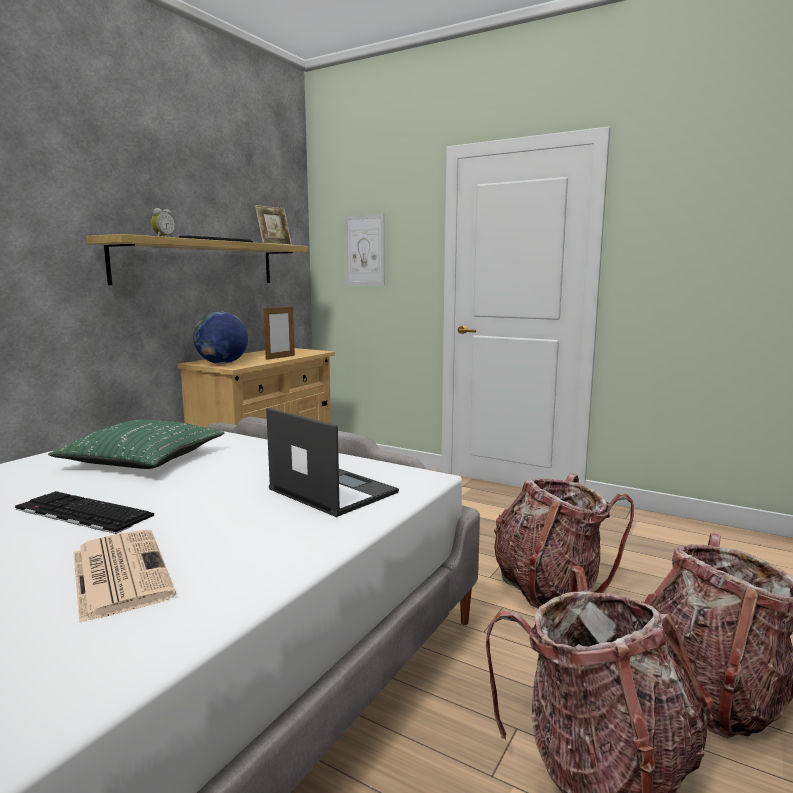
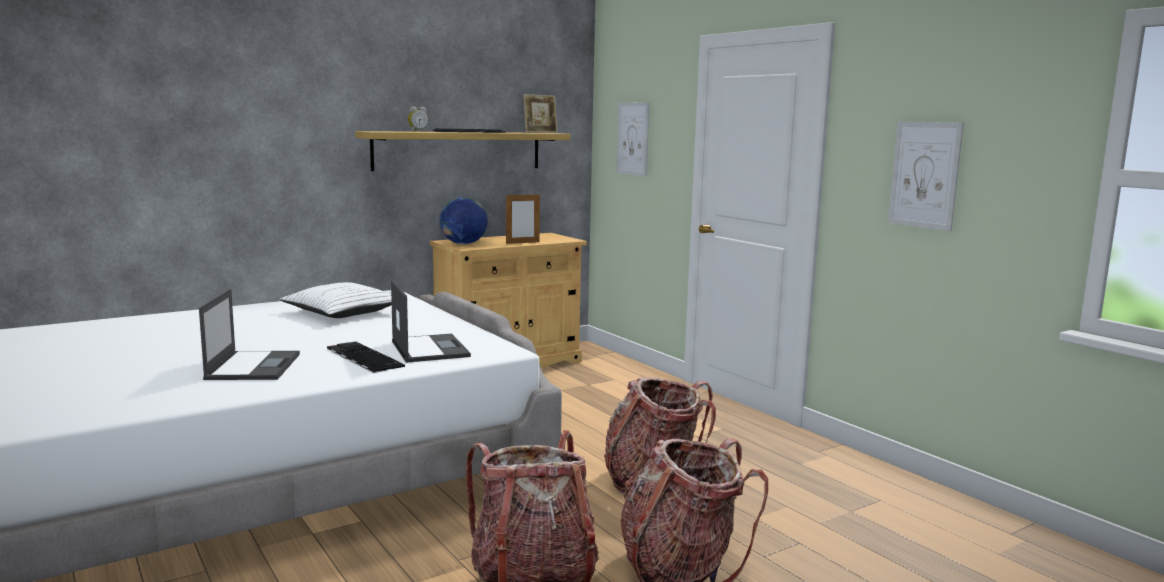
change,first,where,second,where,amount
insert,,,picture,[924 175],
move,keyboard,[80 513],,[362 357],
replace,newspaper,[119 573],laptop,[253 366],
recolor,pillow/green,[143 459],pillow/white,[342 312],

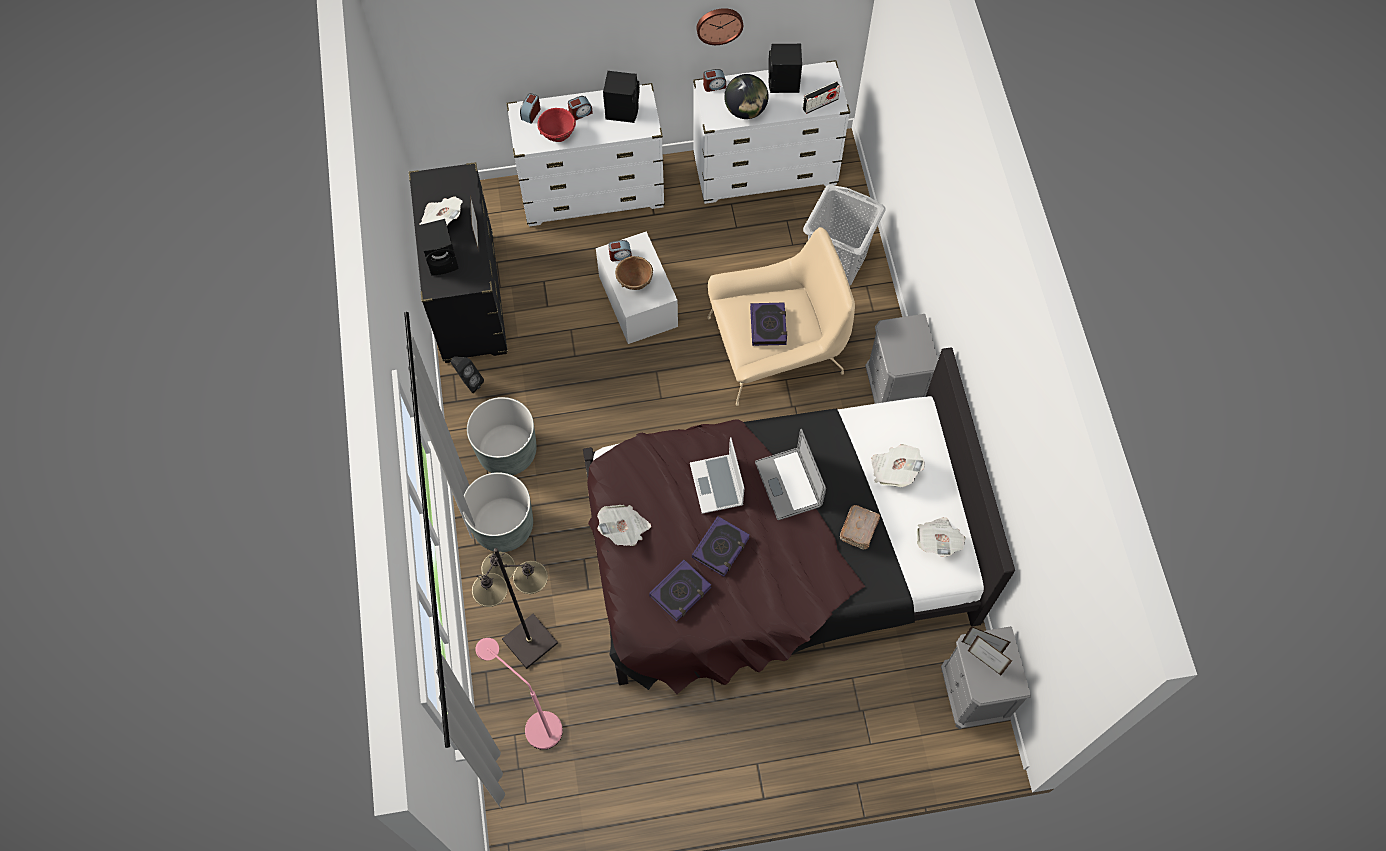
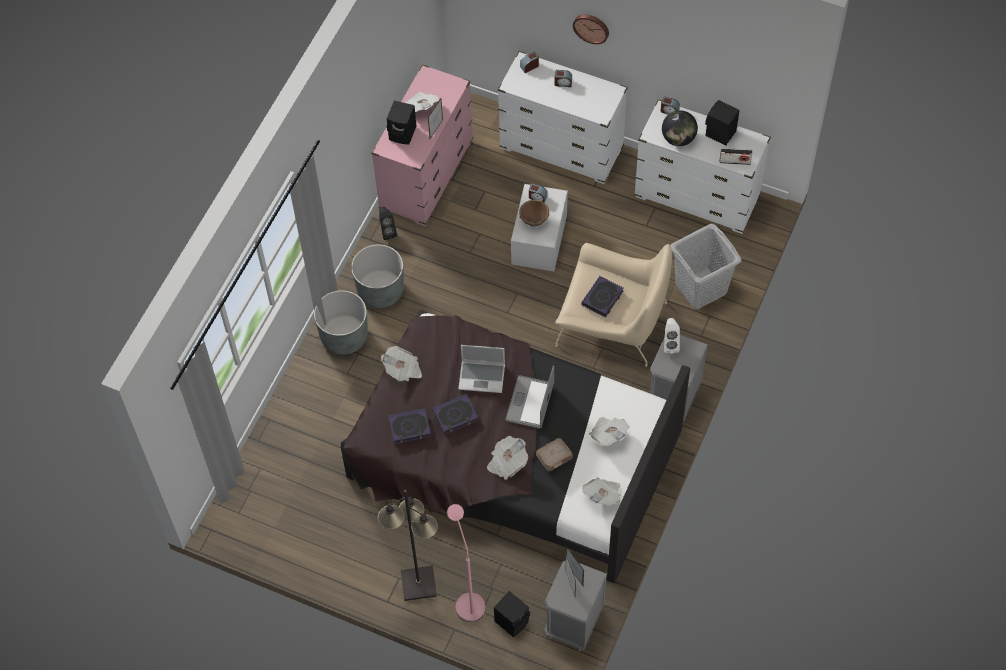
change,first,where,second,where,amount
delete,bowl/red,[557 135],,,
insert,,,newspaper,[507 462],
insert,,,speaker/white,[670 344],
move,floor lamp/black,[529 641],,[418 583],
move,floor lamp/pink,[536 724],,[468 600],
move,speaker/black,[622 109],,[512 620],
move,wall clock,[719 24],,[591 27],
recolor,dresser/black,[469 297],dresser/pink,[426 175],
rotate,laptop,[717 485],,[482 376],105 degrees counterclockwise

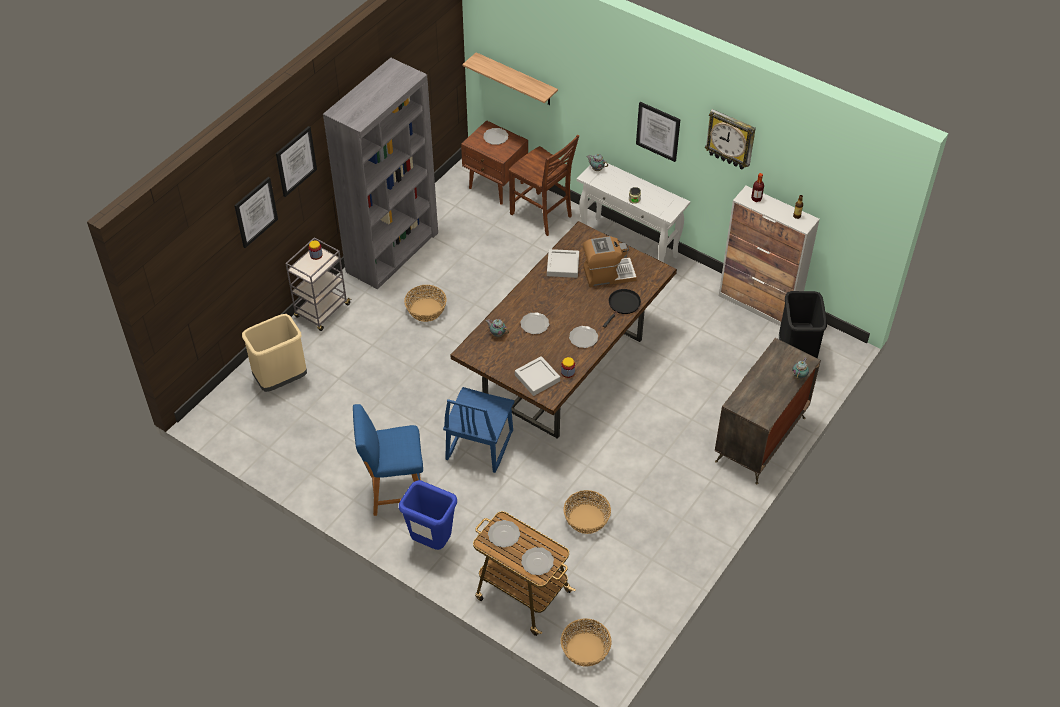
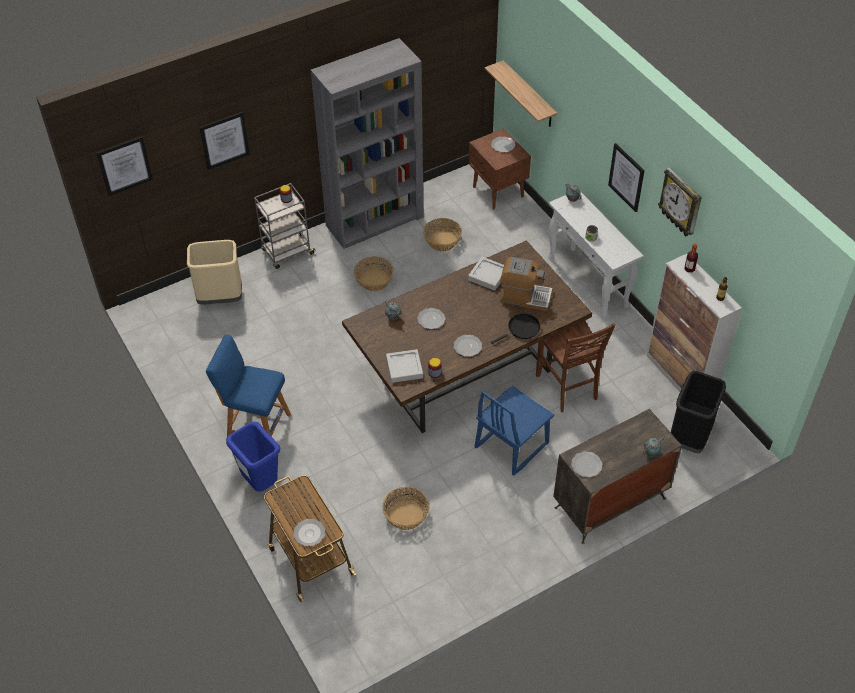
change,first,where,second,where,amount
move,picture,[295 161],,[124 165],
move,chair/blue,[478 445],,[511 445],
move,plate,[504 534],,[586 465],
move,chair/brown,[542 215],,[567 388],
move,basket,[585 649],,[442 241],

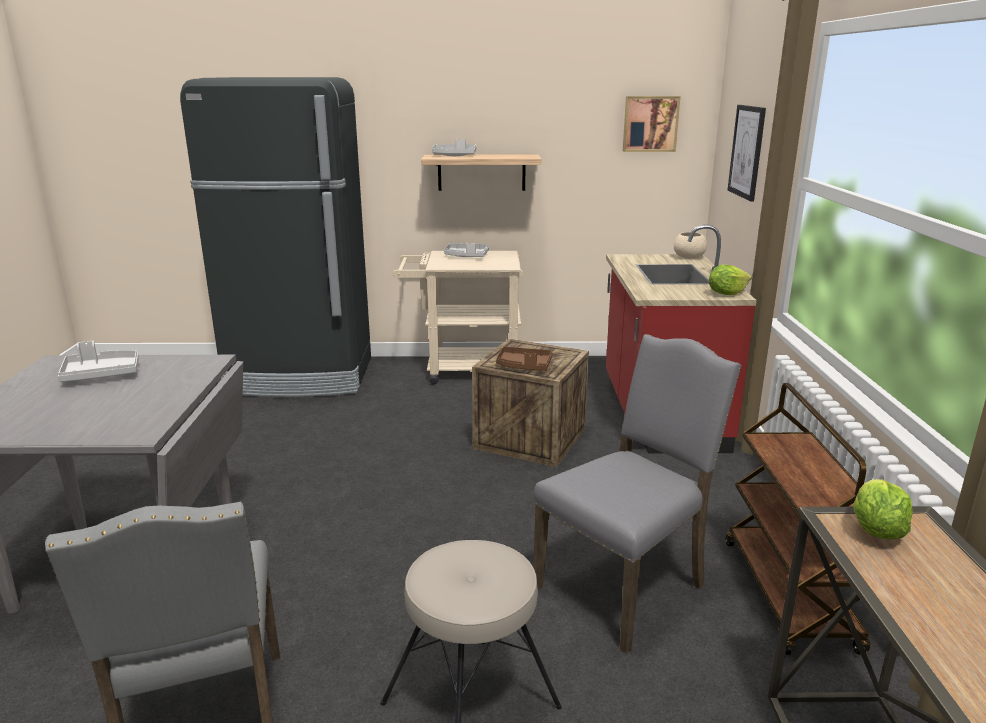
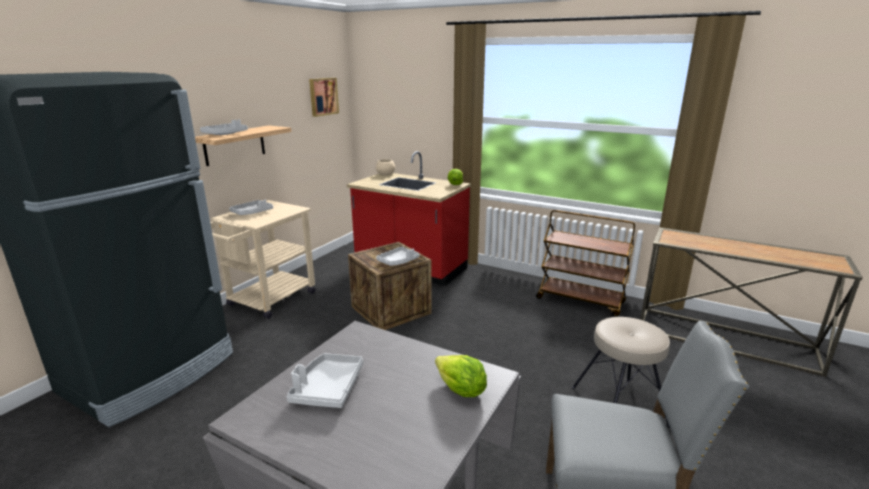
change,first,where,second,where,amount
delete,chair/grey,[625 586],,,
delete,picture,[747 151],,,
move,lettuce,[875 530],,[460 390],
recolor,tray/brown,[524 366],tray/grey,[398 261],

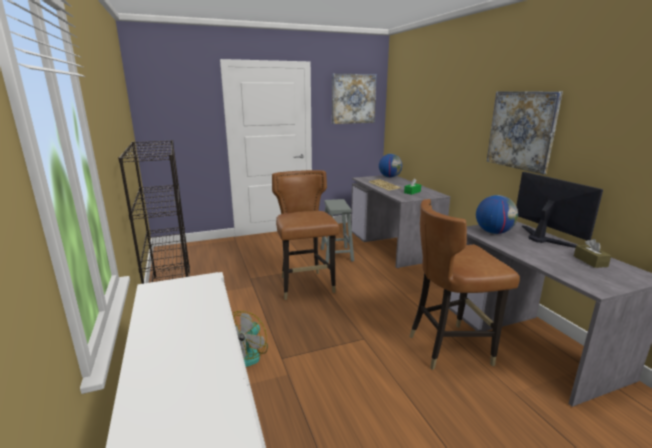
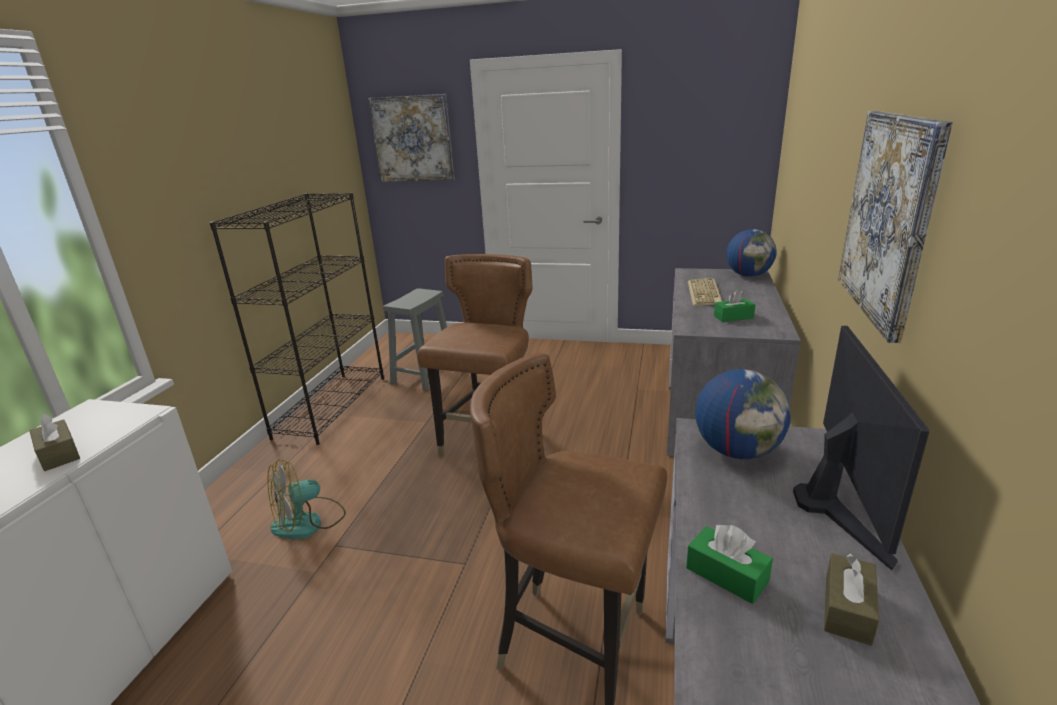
change,first,where,second,where,amount
insert,,,tissue box/brown,[59 454],
insert,,,tissue box/green,[726 575],
move,stool/grey,[336 254],,[424 374],
move,picture,[353 99],,[412 139],

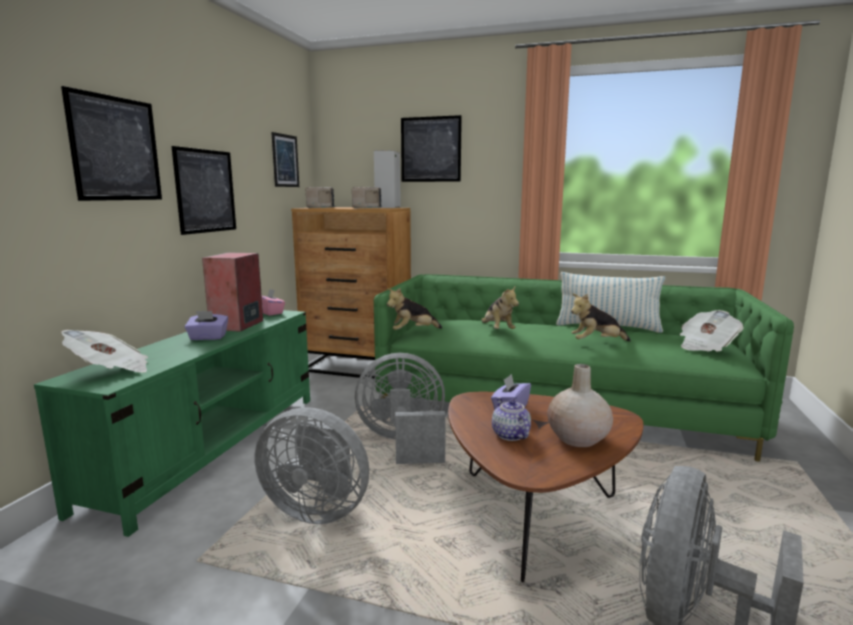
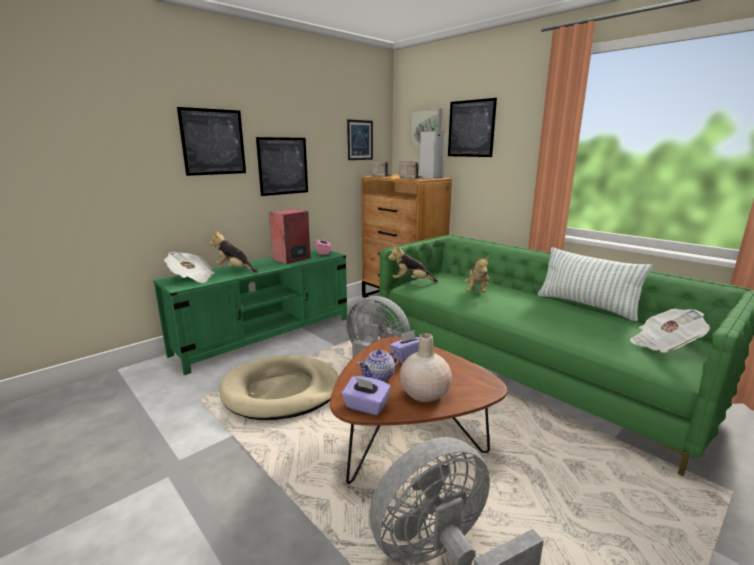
change,first,where,second,where,amount
insert,,,picture,[426 129],
move,tissue box/purple,[208 337],,[366 406],
move,plush toy,[596 343],,[234 270],
replace,fan/grey,[317 509],dog bed/beige,[281 391],
rotate,teapot,[510 435],,[379 376],135 degrees counterclockwise

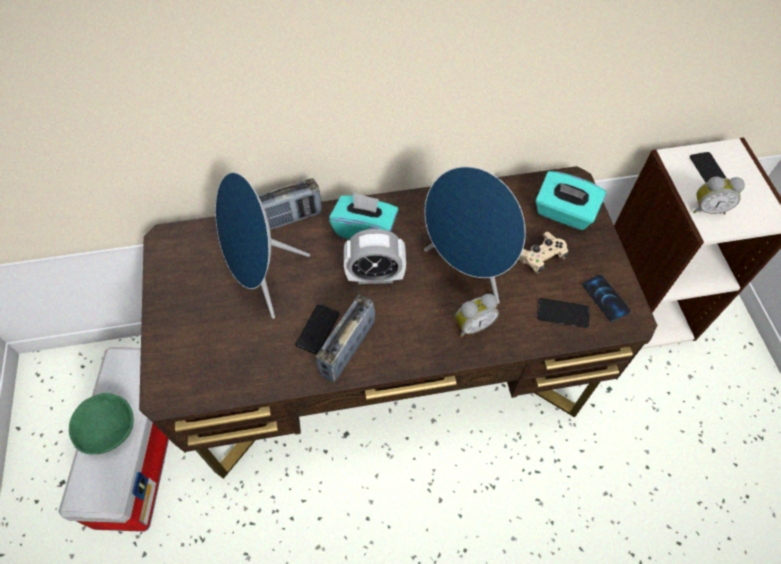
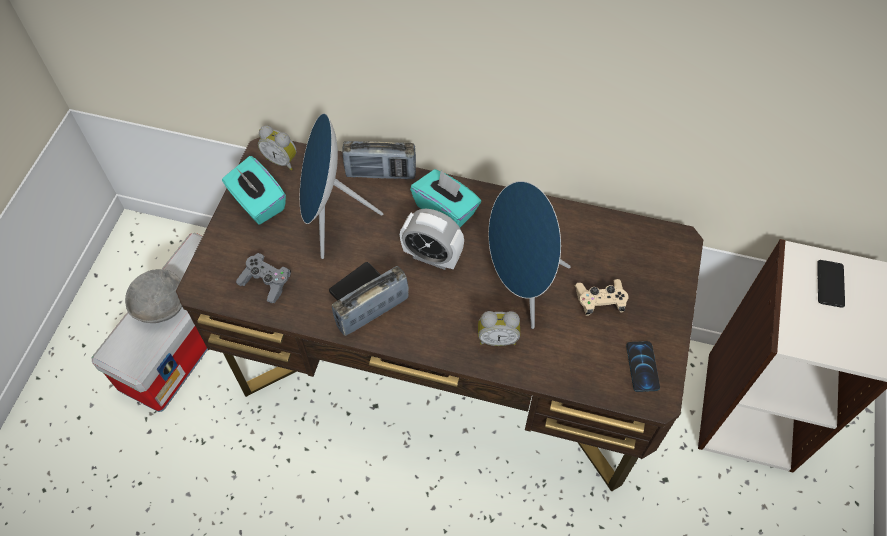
change,first,where,second,where,amount
delete,phone,[562 313],,,
insert,,,game controller/grey,[266 282],
move,tissue box/turquoise,[564 213],,[258 203],
move,alarm clock,[707 208],,[282 160],
recolor,bowl/green,[108 429],bowl/grey,[161 304],

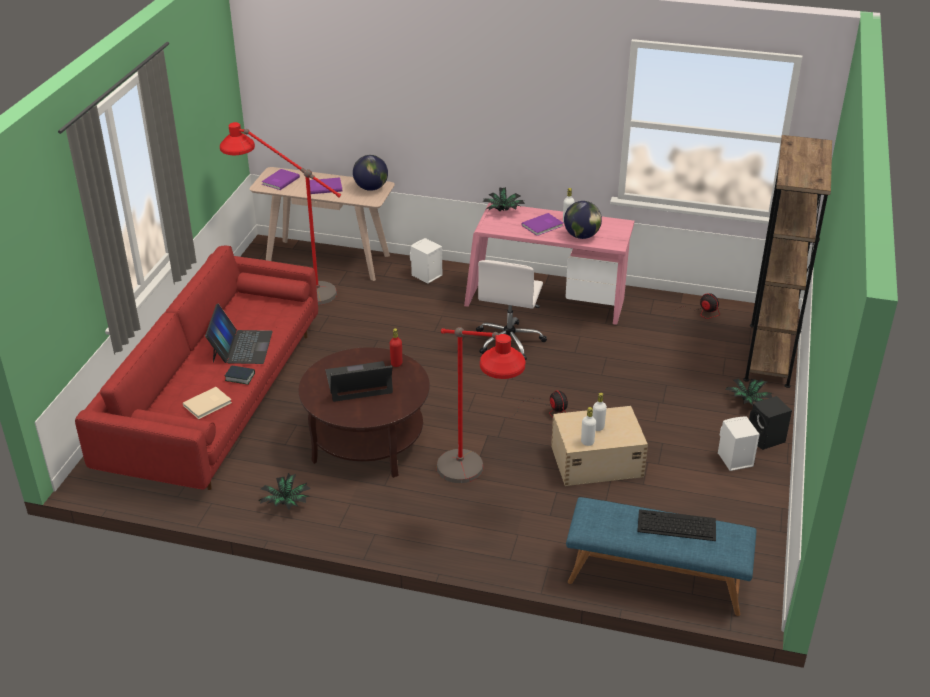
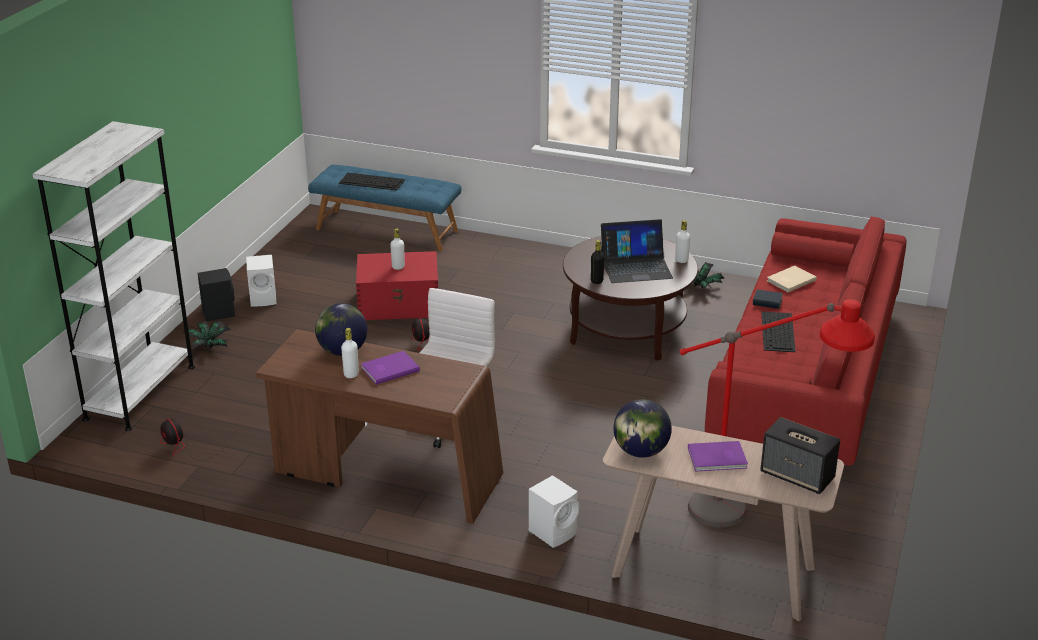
change,first,where,second,where,amount
delete,floor lamp/red,[475 487],,,
delete,potted plant,[503 211],,,
move,bottle/white,[587 442],,[681 260],
replace,laptop,[241 346],keyboard,[778 332],
replace,book/purple,[279 180],speaker,[798 476],
recolor,bottle/red,[396 363],bottle/black,[597 281],
recolor,desk/pink,[546 302],desk/brown,[385 477],
recolor,storage box/beige,[595 461],storage box/red,[399 303],
recolor,bookcase/brown,[769 355],bookcase/white,[140 392],

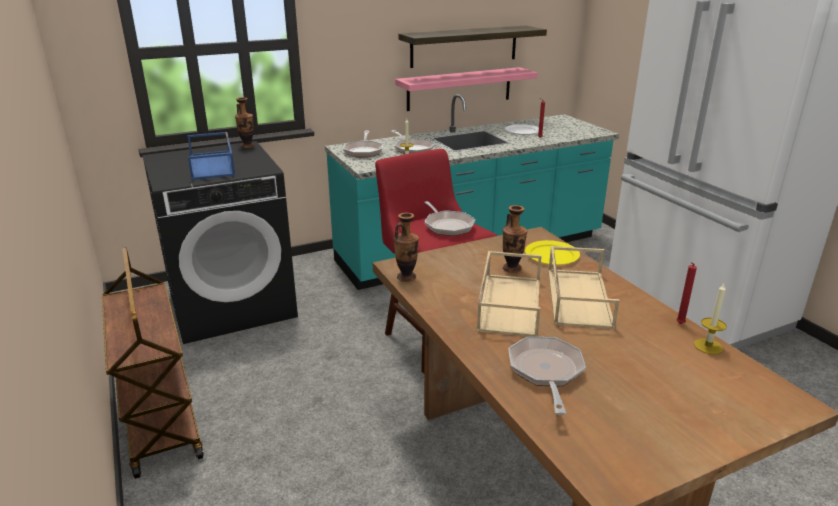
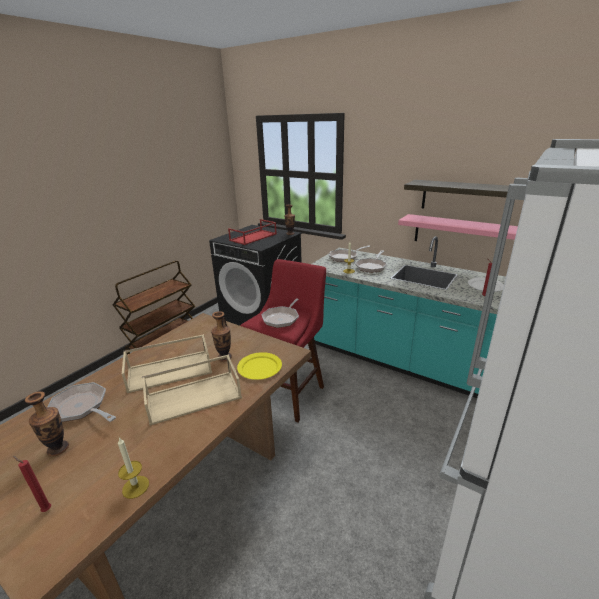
change,first,where,second,where,amount
move,vase,[406 277],,[58 449],
move,candle/red,[679 324],,[46 509],
recolor,tray/blue,[213 165],tray/red,[253 237],
rotate,frying pan,[546 372],,[82 408],120 degrees counterclockwise

